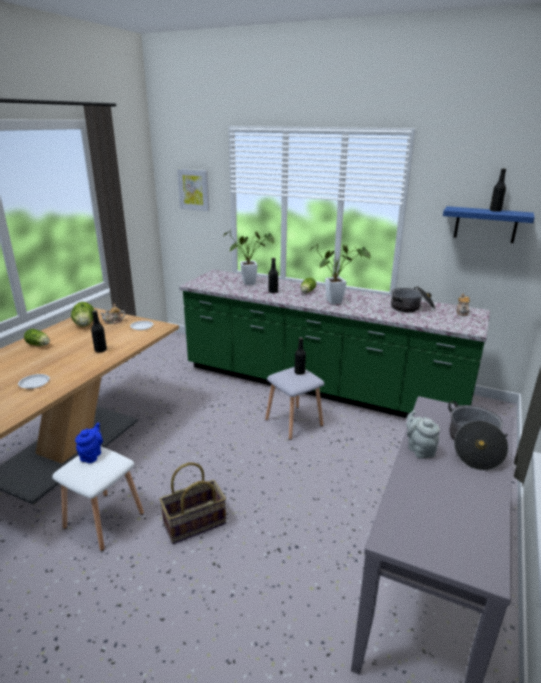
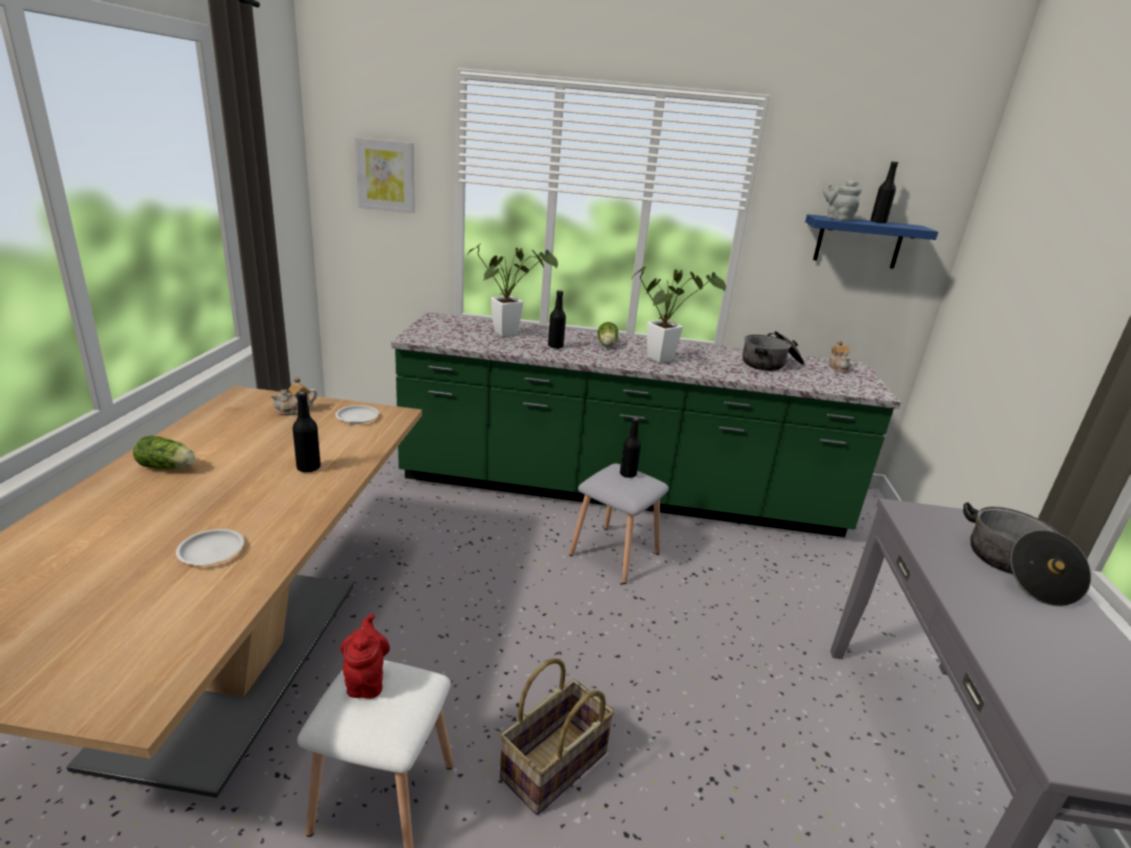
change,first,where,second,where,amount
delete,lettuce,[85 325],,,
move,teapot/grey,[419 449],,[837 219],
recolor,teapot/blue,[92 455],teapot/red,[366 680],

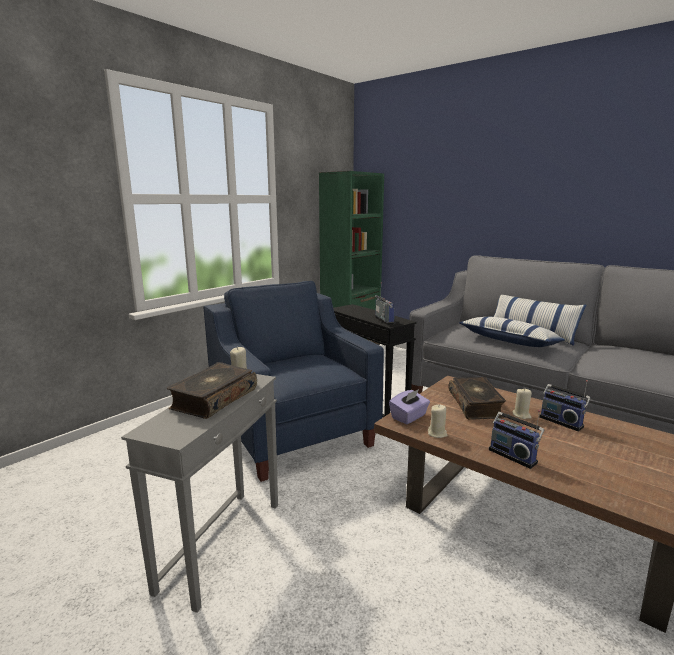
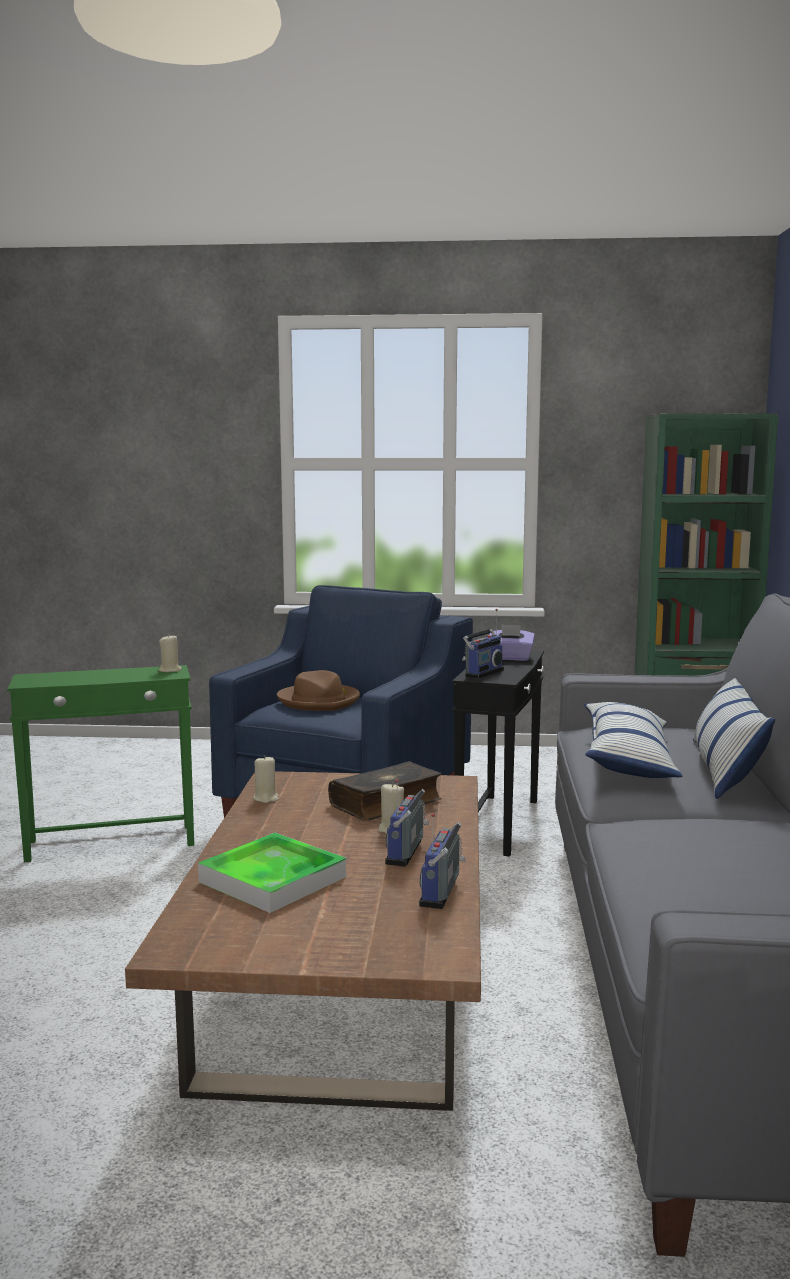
change,first,where,second,where,amount
delete,book,[213 399],,,
insert,,,tray,[272 879],
insert,,,hat/brown,[319 701],
move,tissue box/purple,[409 417],,[510 658],
move,radio,[513 455],,[443 892],
recolor,side table/grey,[223 544],side table/green,[112 843],

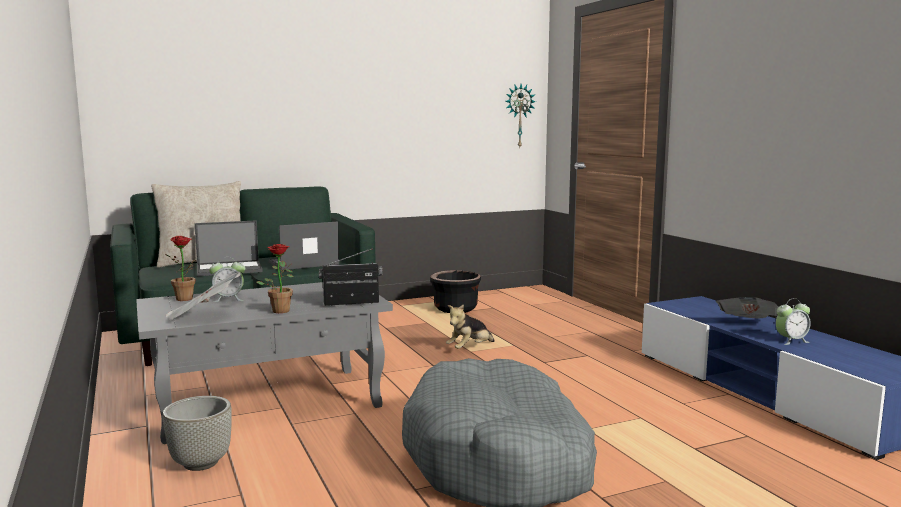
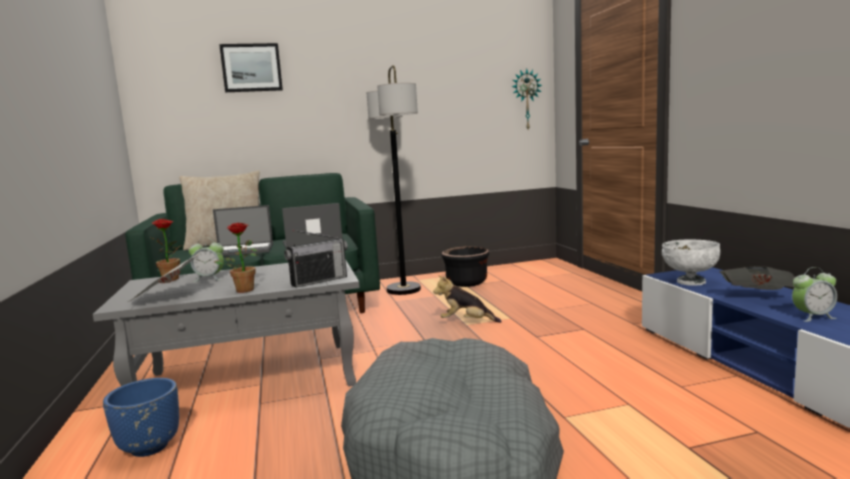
change,first,where,second,where,amount
insert,,,picture,[251 68],
insert,,,floor lamp,[403 289],
insert,,,bowl/white,[690 282],
recolor,planter/grey,[200 463],planter/blue,[149 447],
rotate,radio,[351 303],,[319 281],150 degrees clockwise
rotate,plush toy,[469 349],,[466 322],45 degrees clockwise

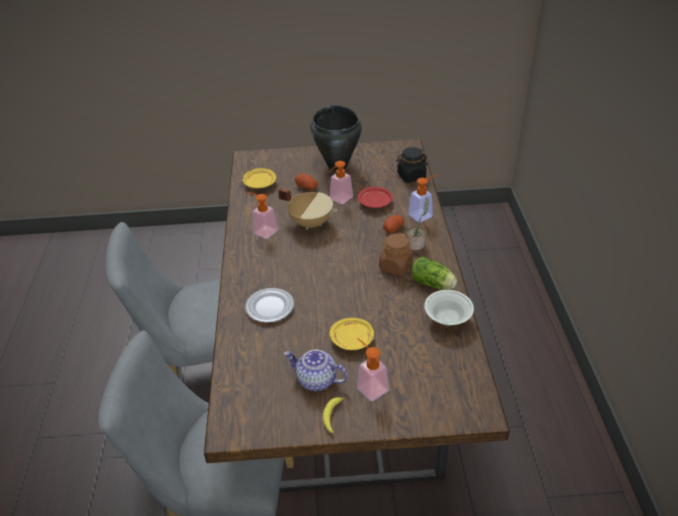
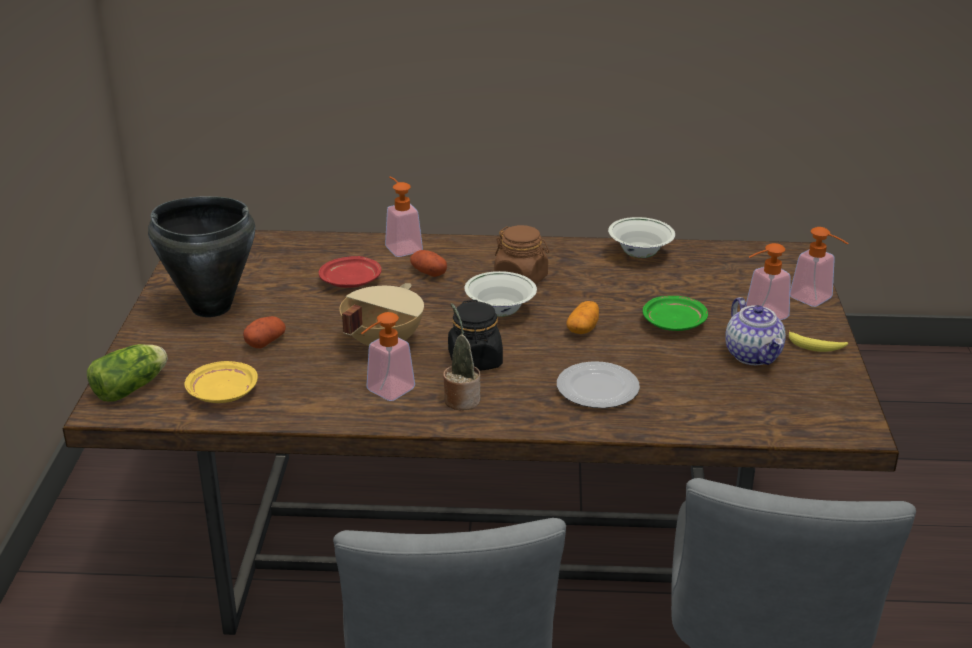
change,first,where,second,where,amount
insert,,,bowl/white,[500 312],
insert,,,potato,[583 328],
move,soap dispenser,[338 200],,[816 300],
move,jar/black,[411 176],,[475 361],
move,potted plant,[416 244],,[461 398],
move,lettuce,[433 284],,[133 387],
recolor,plate/yellow,[352 339],plate/green,[674 323],
rotate,teapot,[316 380],,[754 355],45 degrees counterclockwise

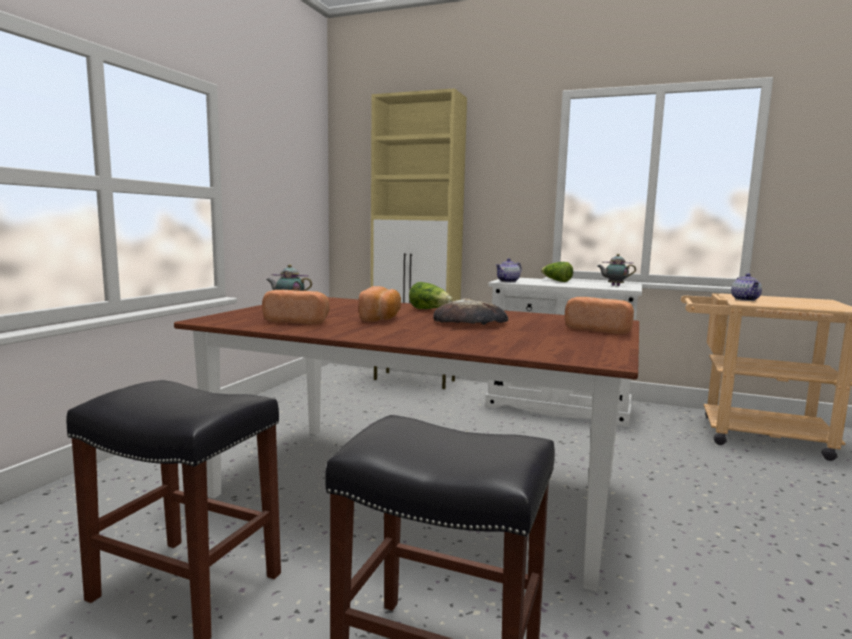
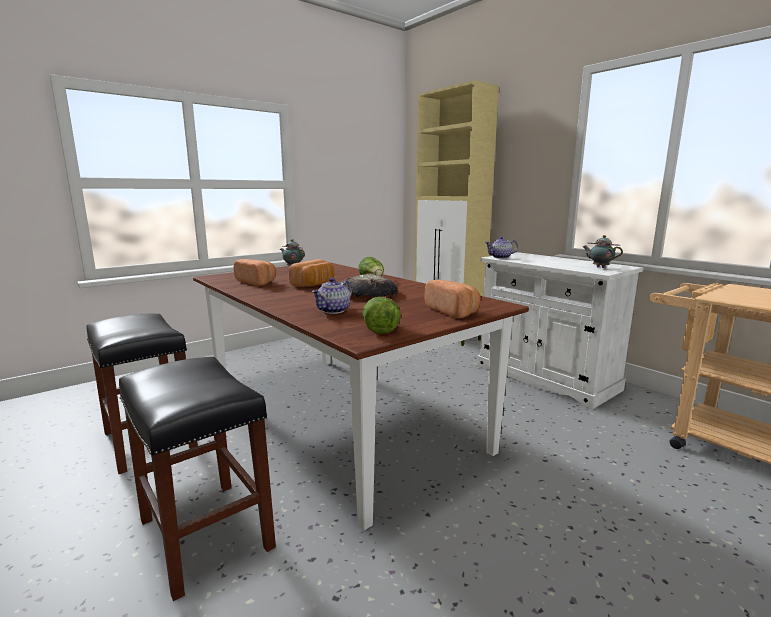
change,first,where,second,where,amount
move,lettuce,[556 281],,[379 328],
move,teapot,[746 299],,[333 311],

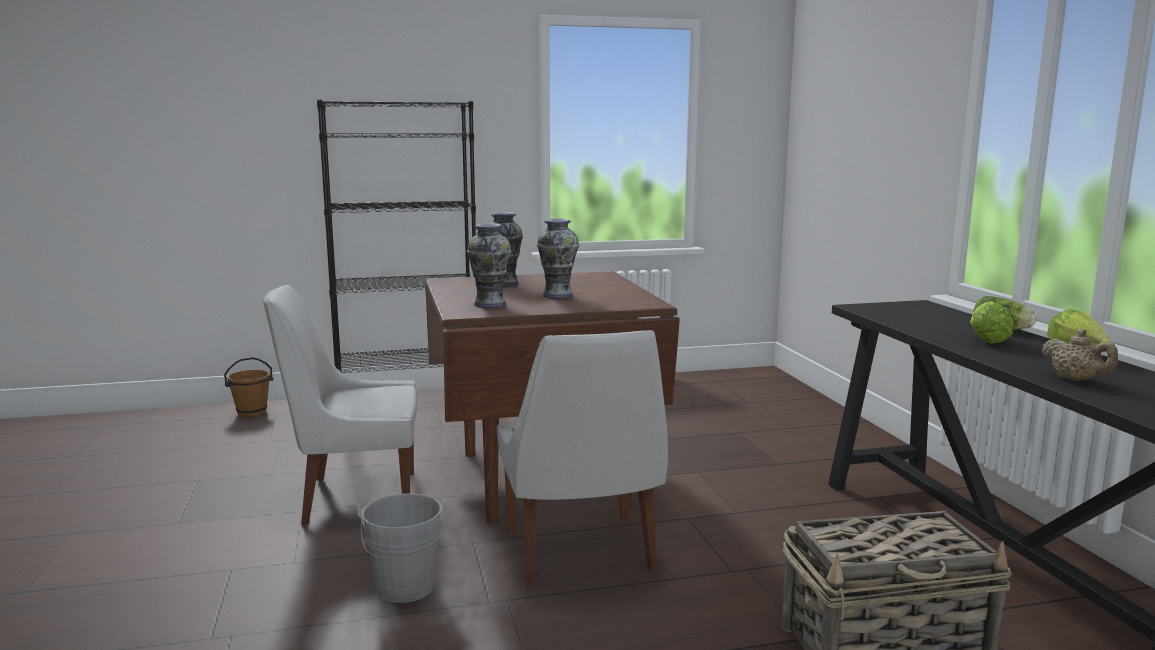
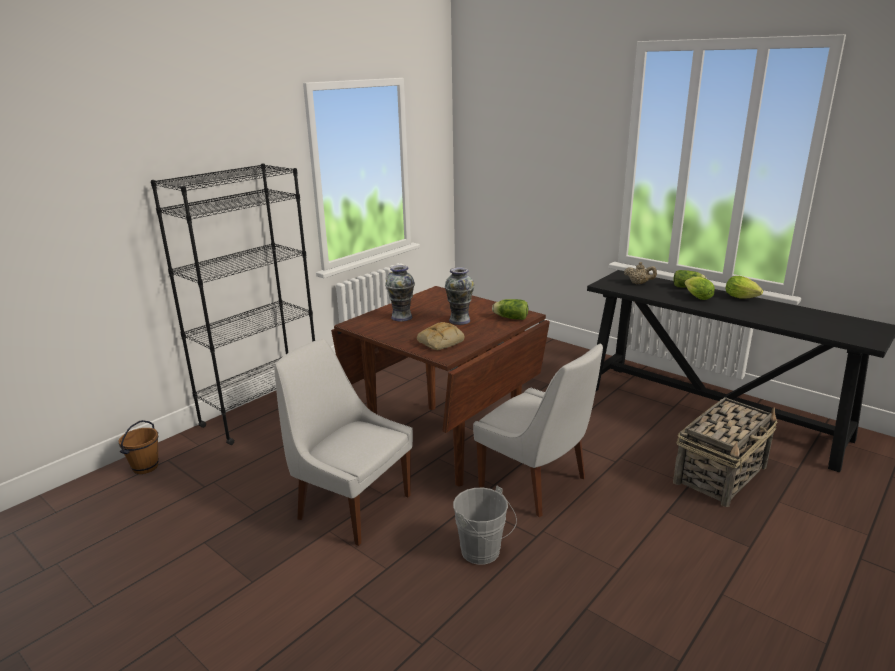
change,first,where,second,where,amount
insert,,,lettuce,[509 318],
move,teapot/beige,[1075 380],,[639 283],
replace,vase,[489 304],bread,[440 341],
rotate,chair/white,[355 499],,[351 505],75 degrees clockwise

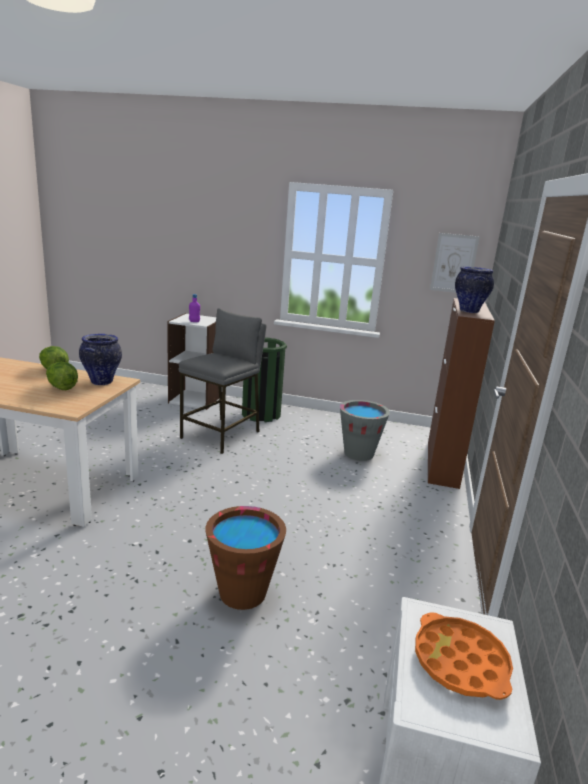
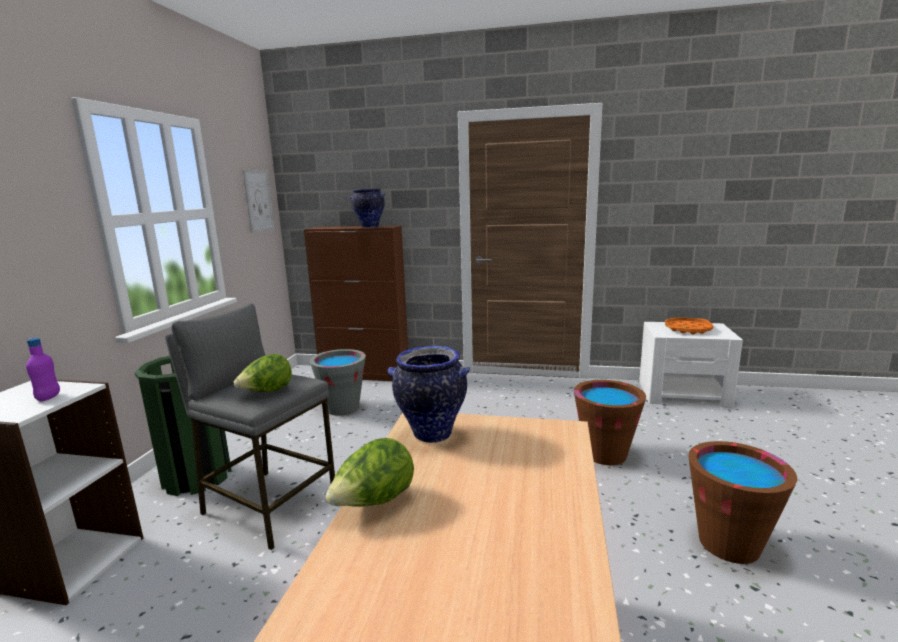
change,first,where,second,where,amount
insert,,,bucket/brown,[729 543],
move,lettuce,[61 387],,[267 392],

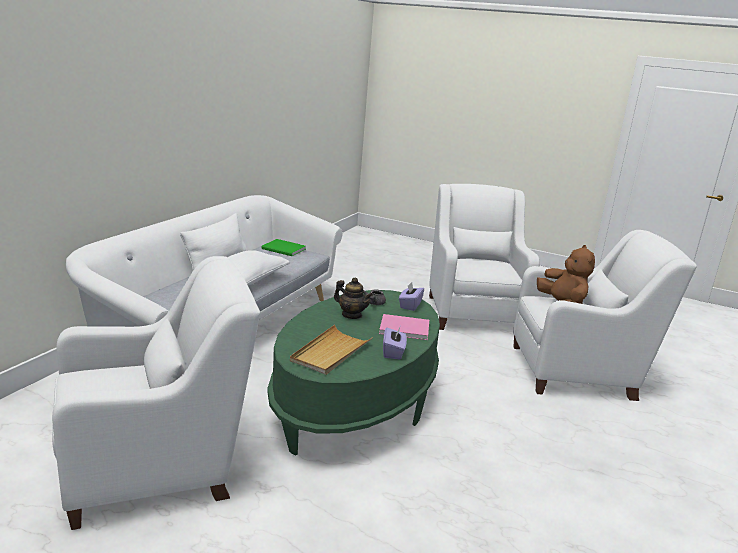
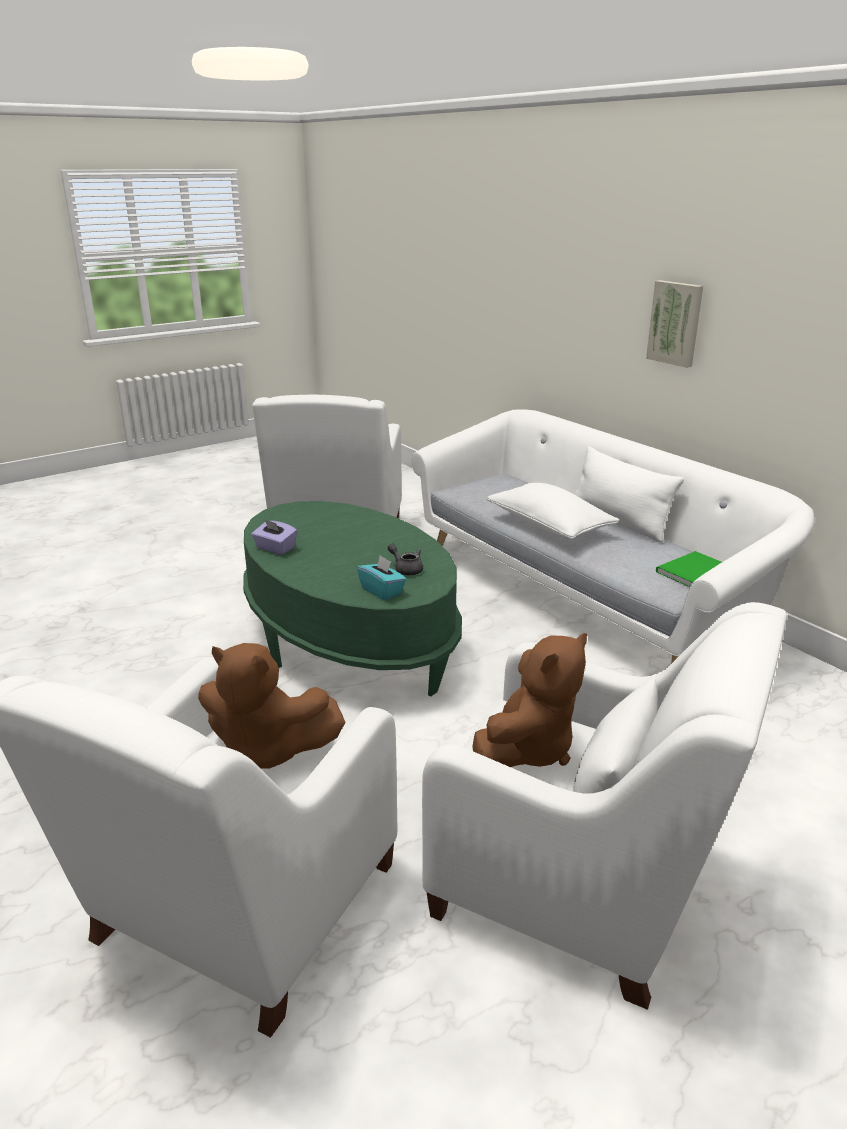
change,first,where,second,where,amount
delete,tray/beige,[330 352],,,
delete,teapot,[351 315],,,
delete,book/pink,[403 328],,,
insert,,,plush toy/brown,[528 749],
insert,,,picture,[676 323],
recolor,tissue box/purple,[410 305],tissue box/turquoise,[382 591],

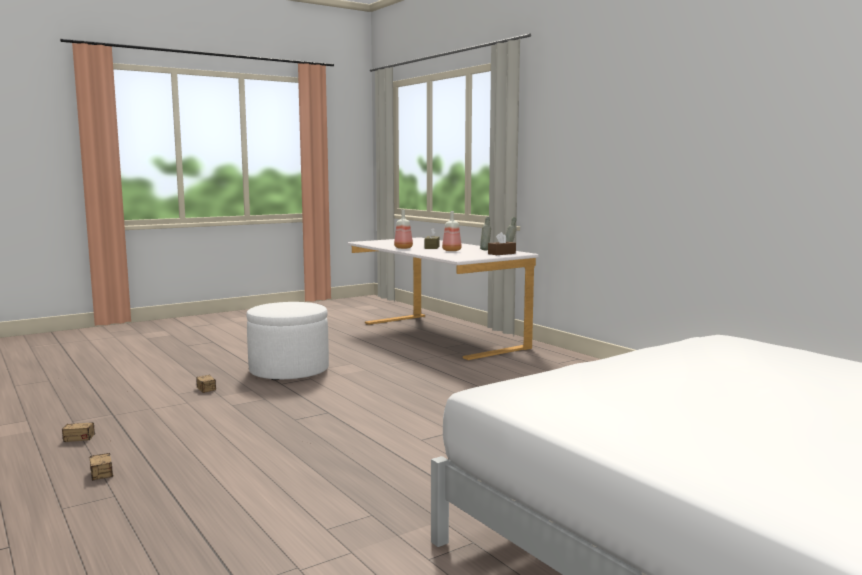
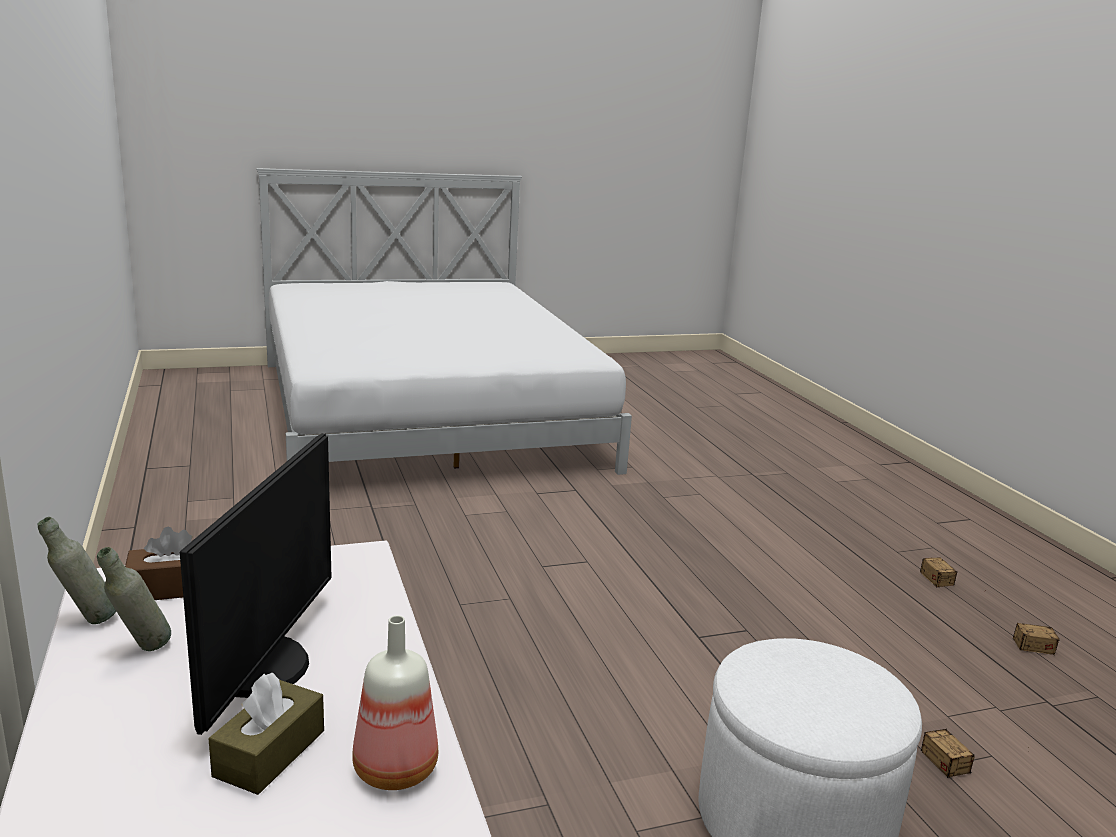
change,first,where,second,where,amount
replace,bottle,[452 250],monitor,[262 667],

